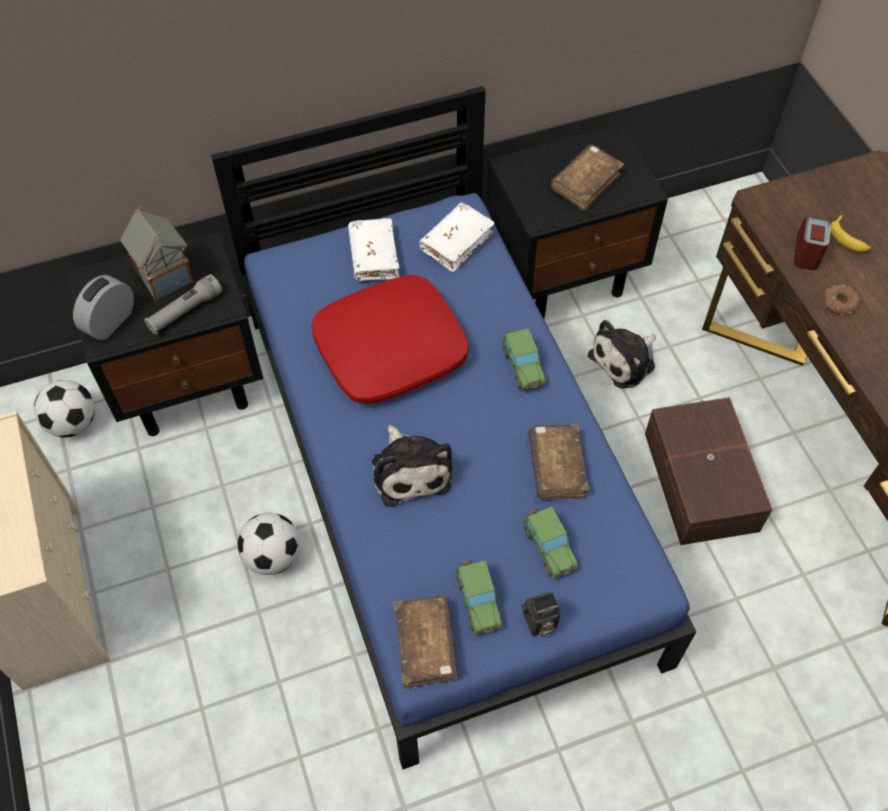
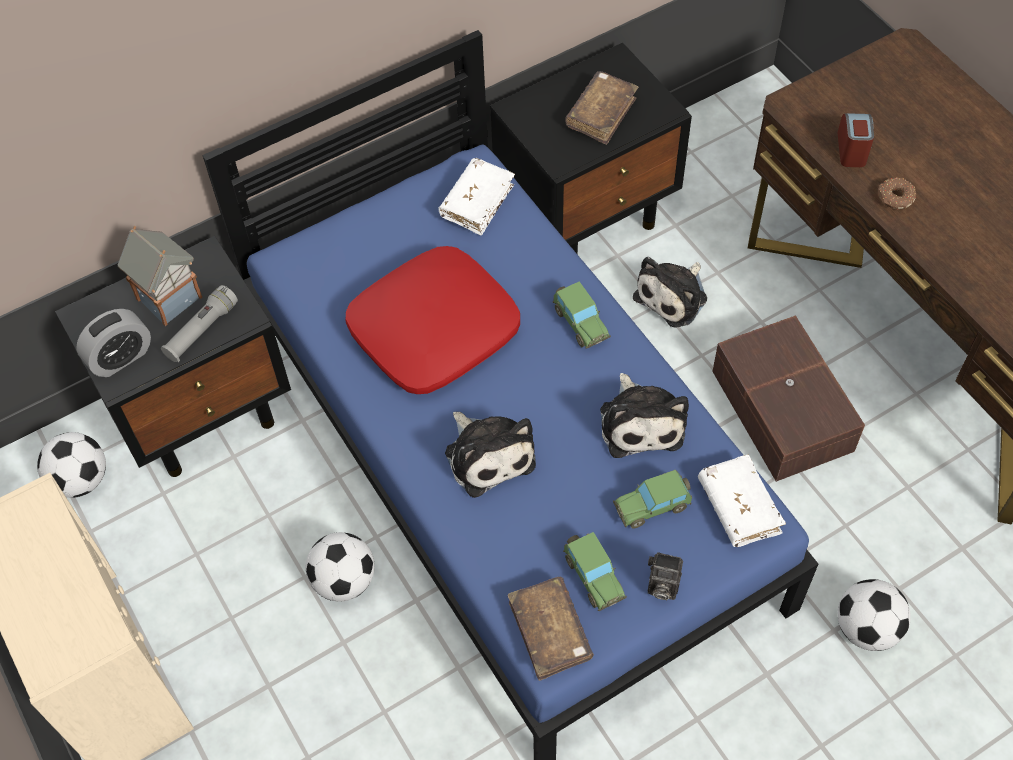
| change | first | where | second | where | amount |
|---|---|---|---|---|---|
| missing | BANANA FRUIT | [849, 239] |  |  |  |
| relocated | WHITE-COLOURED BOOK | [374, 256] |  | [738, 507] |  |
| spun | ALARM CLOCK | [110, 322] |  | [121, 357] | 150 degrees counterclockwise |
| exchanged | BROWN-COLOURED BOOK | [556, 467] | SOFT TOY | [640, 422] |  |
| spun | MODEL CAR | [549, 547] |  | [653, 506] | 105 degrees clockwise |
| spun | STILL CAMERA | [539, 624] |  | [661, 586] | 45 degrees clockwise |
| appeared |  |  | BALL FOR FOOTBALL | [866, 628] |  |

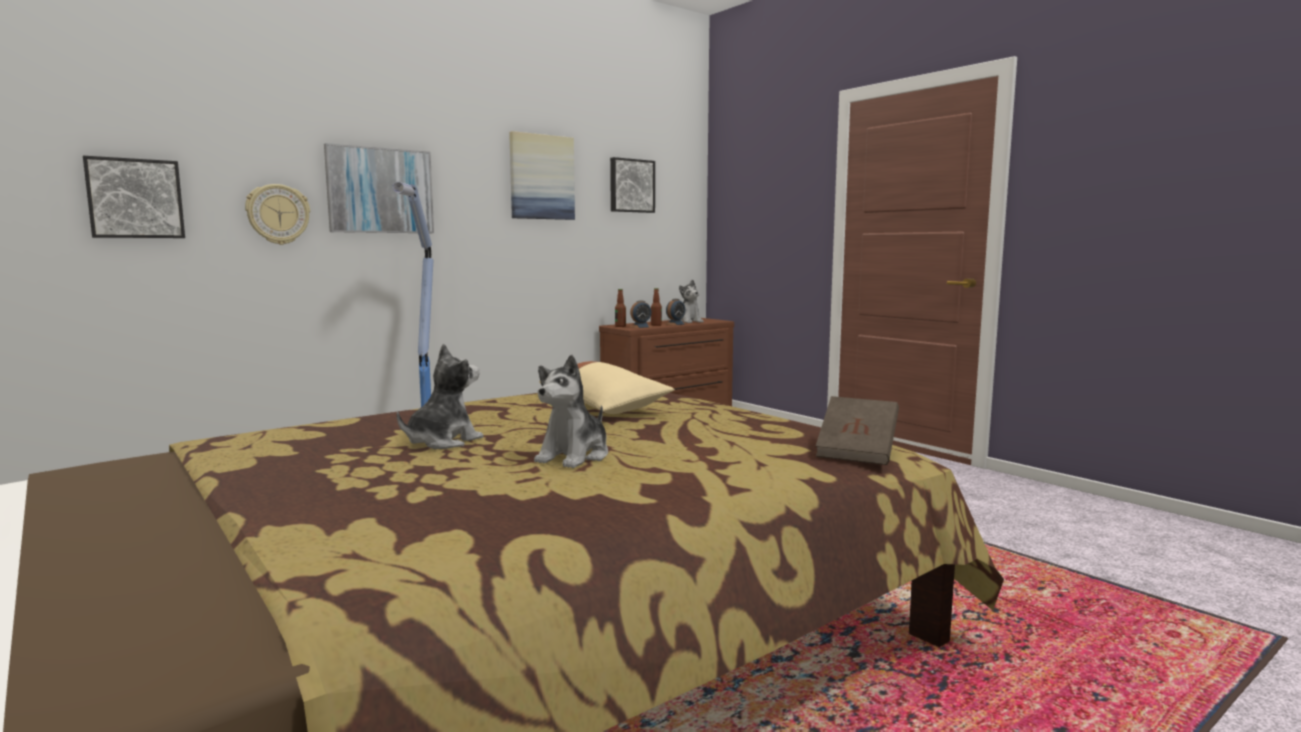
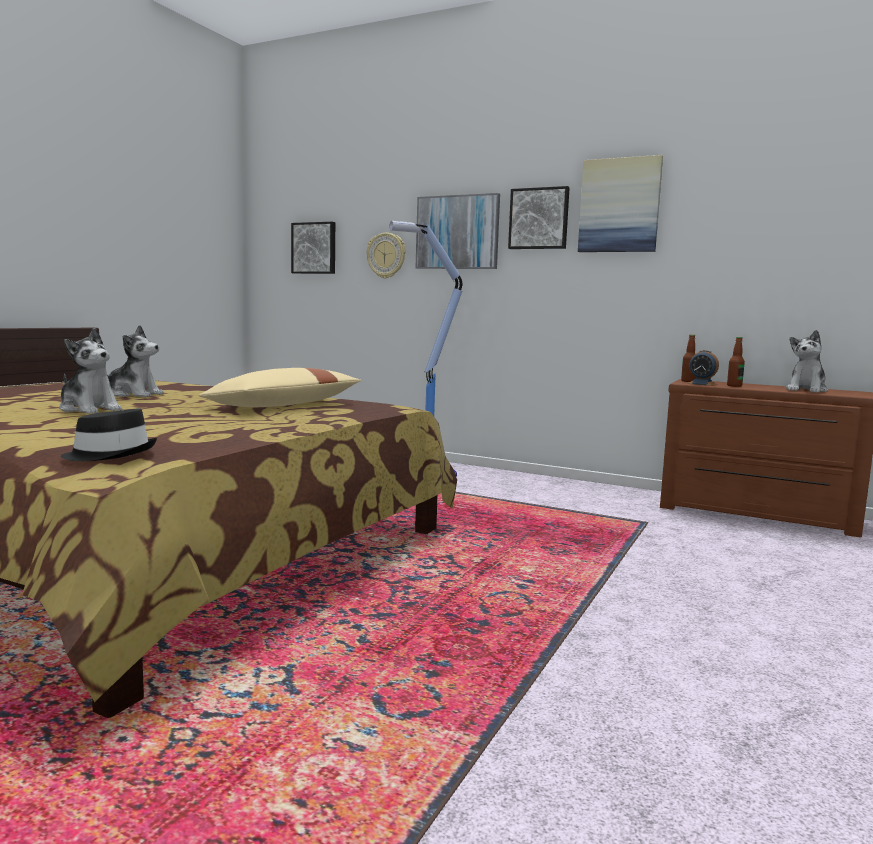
| change | first | where | second | where | amount |
|---|---|---|---|---|---|
| relocated | WALL ART | [631, 186] |  | [539, 219] |  |
| missing | ALARM CLOCK | [675, 324] |  |  |  |
| spun | SOFT TOY | [574, 456] |  | [89, 409] | 150 degrees counterclockwise |
| exchanged | BROWN-COLOURED BOOK | [857, 451] | BLACKISH HAT | [111, 454] |  |

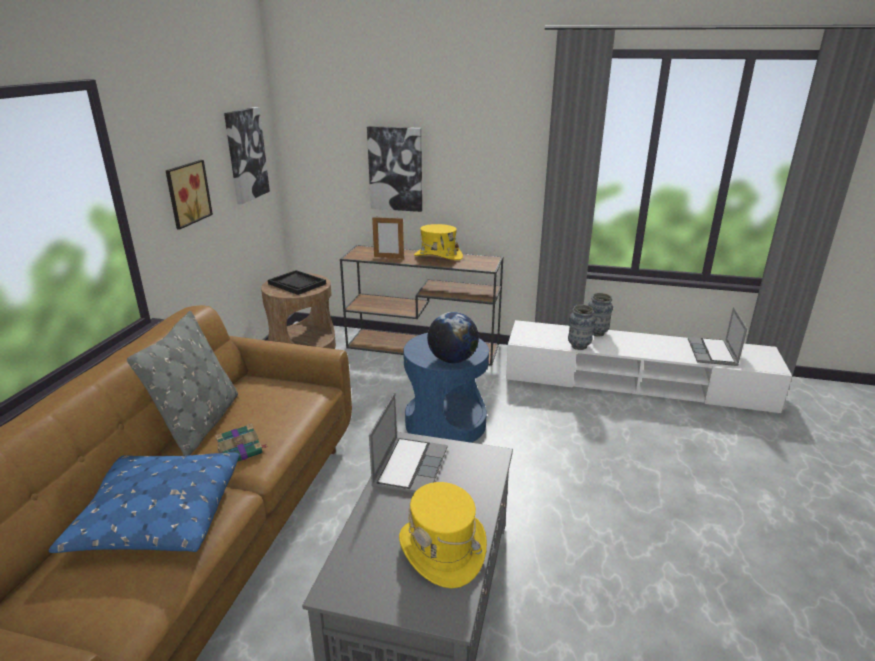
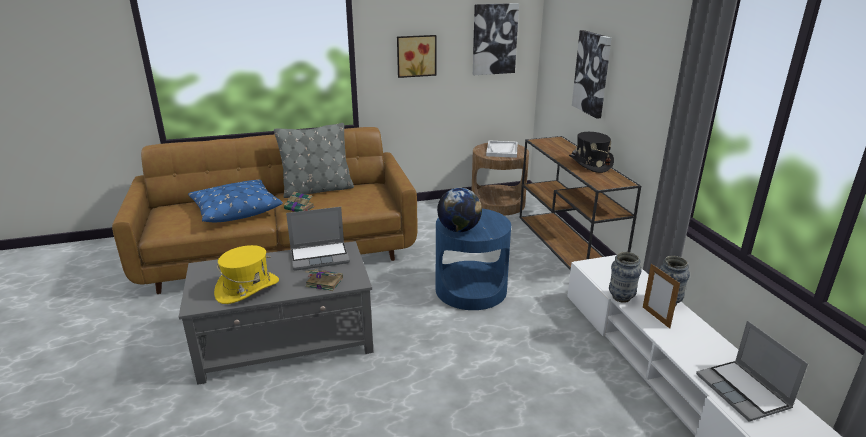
| change | first | where | second | where | amount |
|---|---|---|---|---|---|
| relocated | STANDING FRAME | [389, 257] |  | [656, 317] |  |
| colour | YELLOW-COLOURED HAT | [438, 256] | BLACKISH HAT | [590, 164] |  |
| colour | BLACKISH CARRYING TRAY | [297, 284] | WHITE-COLOURED CARRYING TRAY | [502, 150] |  |
| spun | LAPTOP | [713, 353] |  | [744, 392] | 90 degrees counterclockwise |
| appeared |  |  | BOOK | [323, 282] |  |

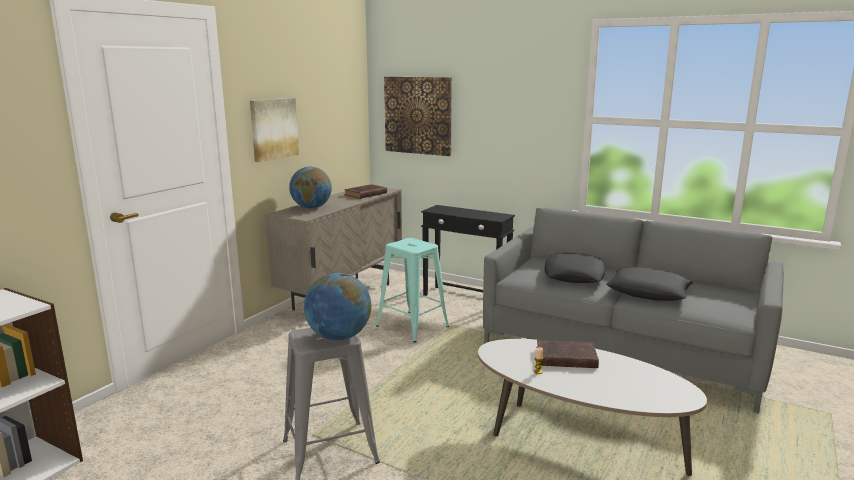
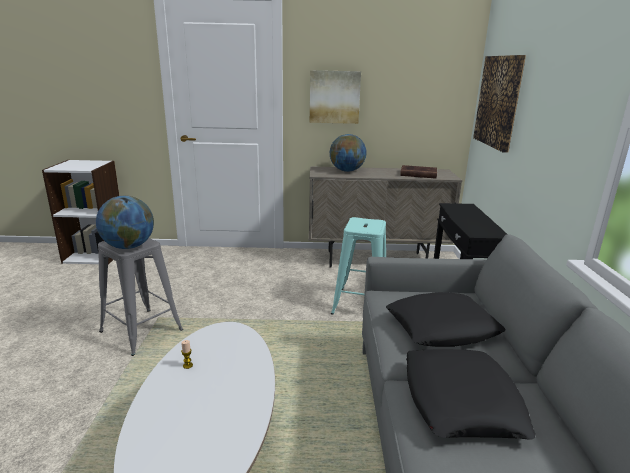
| change | first | where | second | where | amount |
|---|---|---|---|---|---|
| missing | BROWN-COLOURED BOOK | [564, 358] |  |  |  |

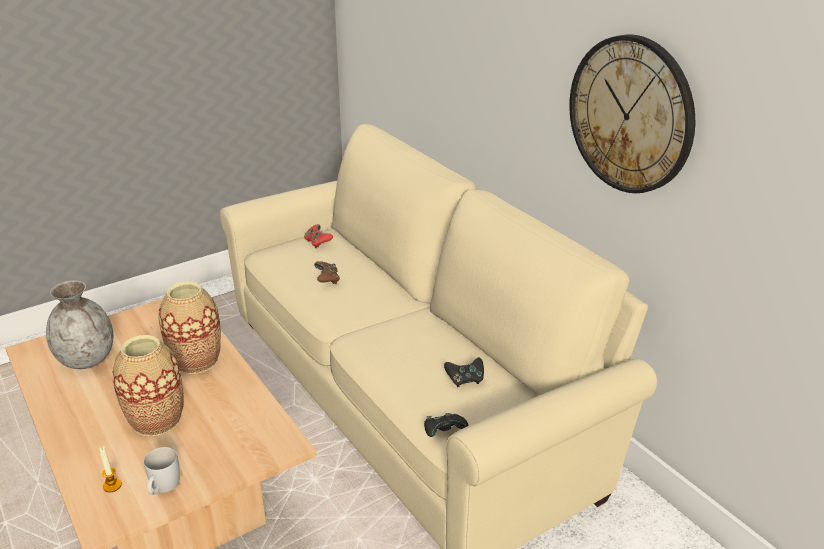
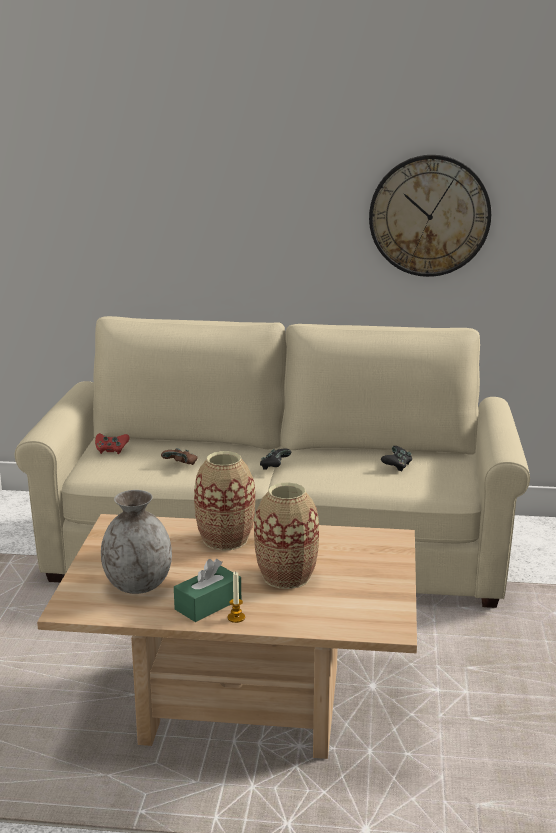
| change | first | where | second | where | amount |
|---|---|---|---|---|---|
| relocated | BLACKISH JOYPAD | [443, 432] |  | [274, 467] |  |
| relocated | WAX LIGHT | [112, 485] |  | [236, 617] |  |
| missing | WHITE-COLOURED COFFEE MUG | [163, 487] |  |  |  |
| appeared |  |  | GREEN TISSUE HOLDER | [208, 604] |  |

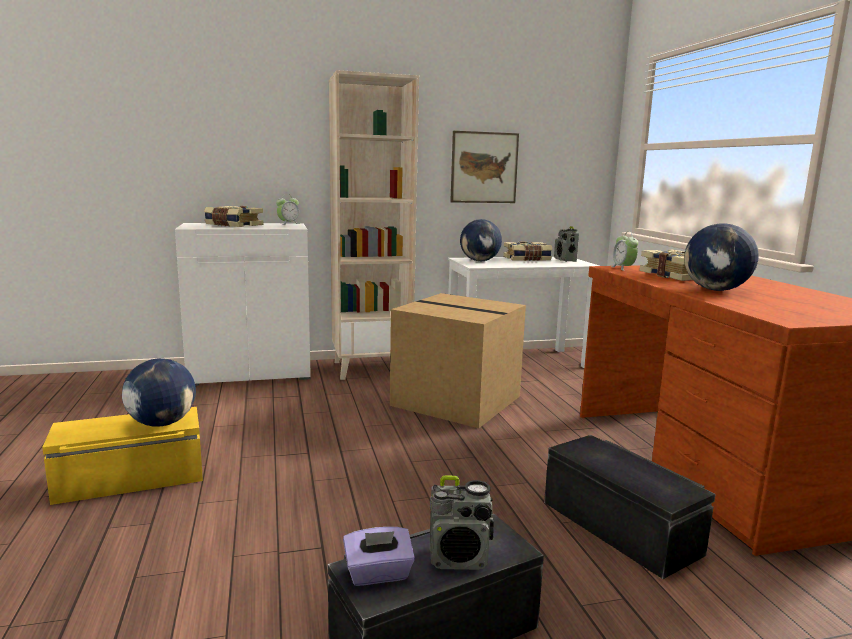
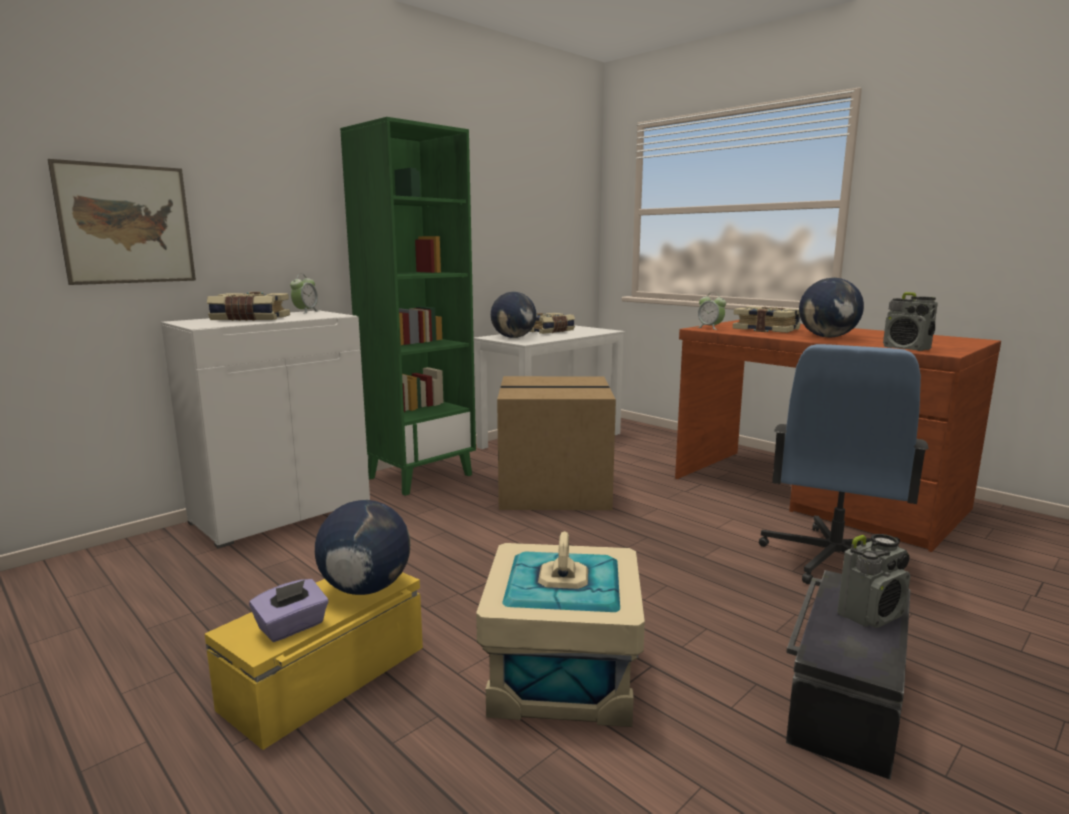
| change | first | where | second | where | amount |
|---|---|---|---|---|---|
| colour | SAND-COLOURED BOOKCASE | [371, 368] | GREEN BOOKCASE | [420, 476] |  |
| relocated | WALL ART | [484, 167] |  | [126, 224] |  |
| relocated | RADIO RECEIVER | [565, 260] |  | [906, 348] |  |
| exchanged | BLACKISH STORAGE BIN | [620, 526] | BLUISH COMPUTER CHAIR | [832, 559] |  |
| relocated | PURPLE-COLOURED TISSUE HOLDER | [378, 574] |  | [292, 627] |  |
| appeared |  |  | SAND-COLOURED STORAGE BIN | [561, 676] |  |

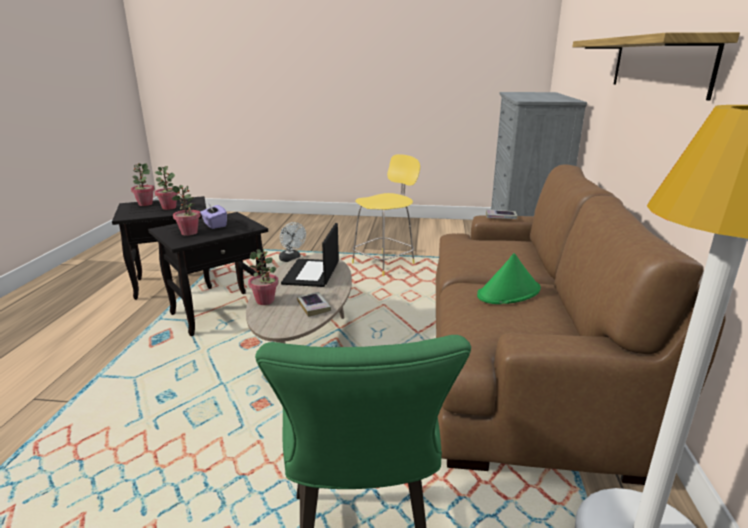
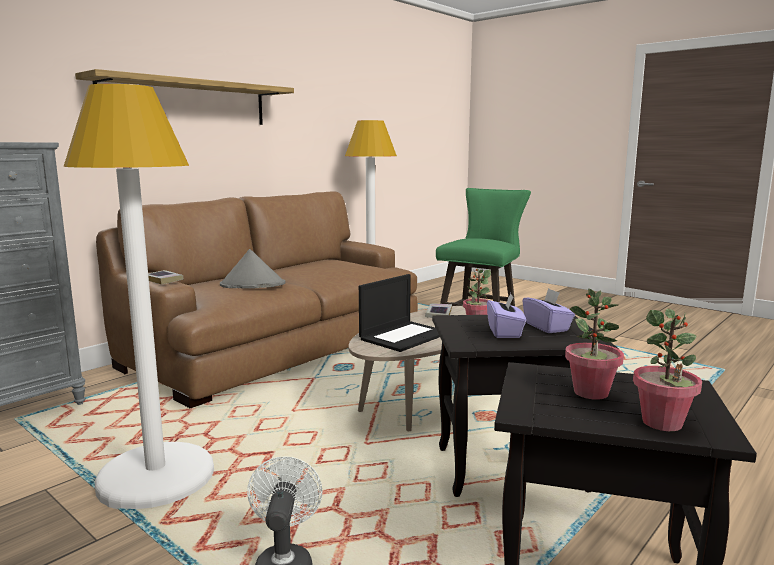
| change | first | where | second | where | amount |
|---|---|---|---|---|---|
| exchanged | YELLOW-COLOURED SITTING STOOL | [385, 263] | WHITE-COLOURED FLOOR LAMP | [156, 477] |  |
| exchanged | POTTED PLANT | [189, 233] | PURPLE-COLOURED TISSUE HOLDER | [547, 327] |  |
| missing | GREEN HAT | [509, 293] |  |  |  |
| appeared |  |  | GREYISH HAT | [252, 284] |  |

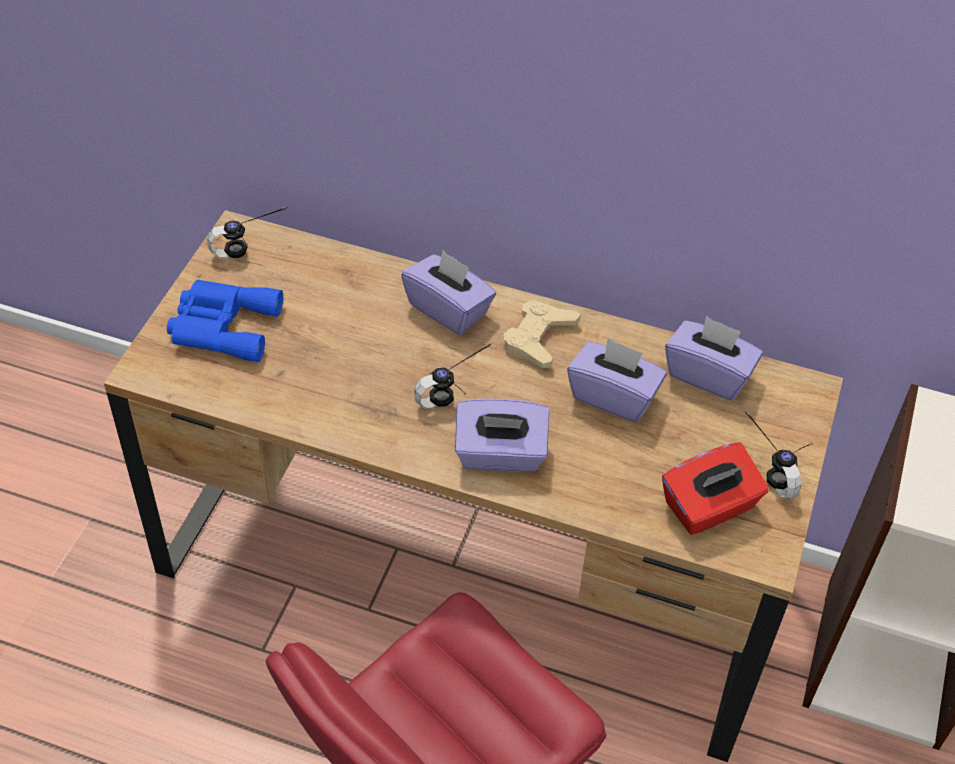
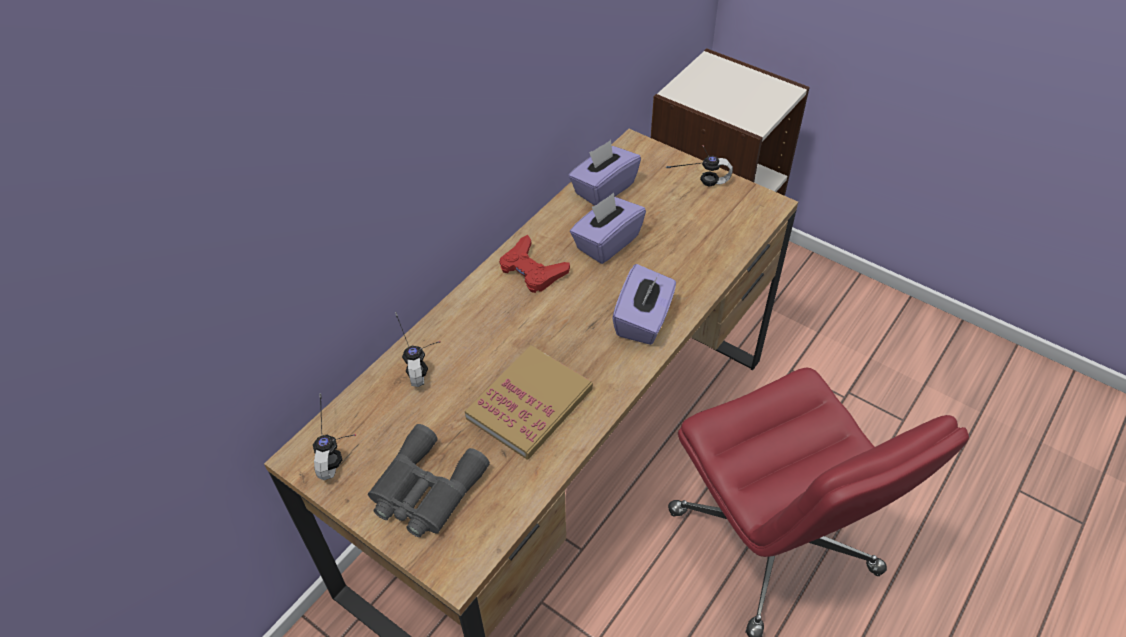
| change | first | where | second | where | amount |
|---|---|---|---|---|---|
| missing | PURPLE-COLOURED TISSUE HOLDER | [448, 309] |  |  |  |
| colour | BLUISH FIELD GLASSES | [222, 326] | GREYISH FIELD GLASSES | [425, 490] |  |
| colour | SAND-COLOURED JOYPAD | [538, 338] | RED JOYPAD | [532, 270] |  |
| relocated | HEADSET | [459, 400] |  | [423, 361] |  |
| missing | RED TISSUE HOLDER | [709, 507] |  |  |  |
| appeared |  |  | BOOK | [530, 404] |  |

